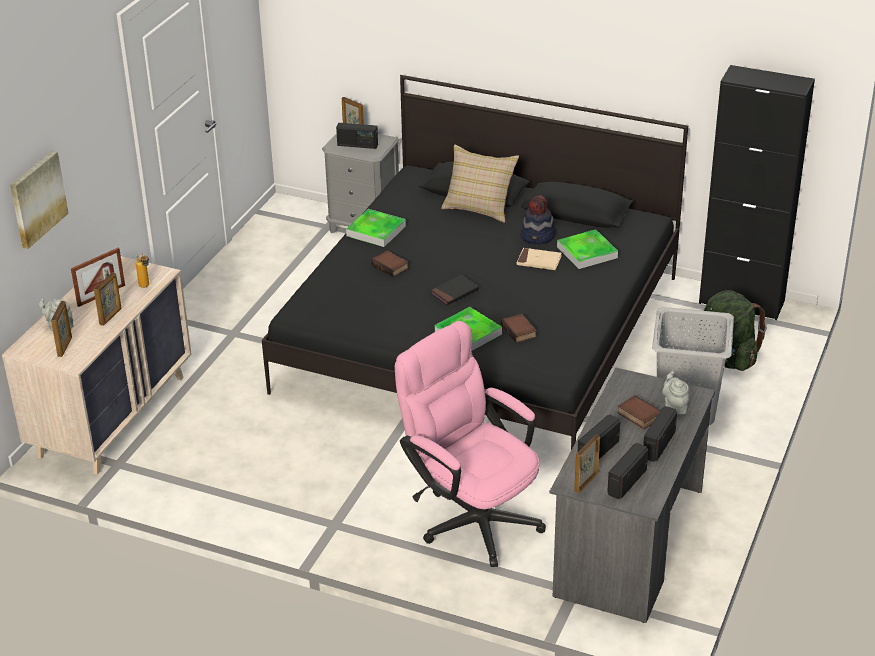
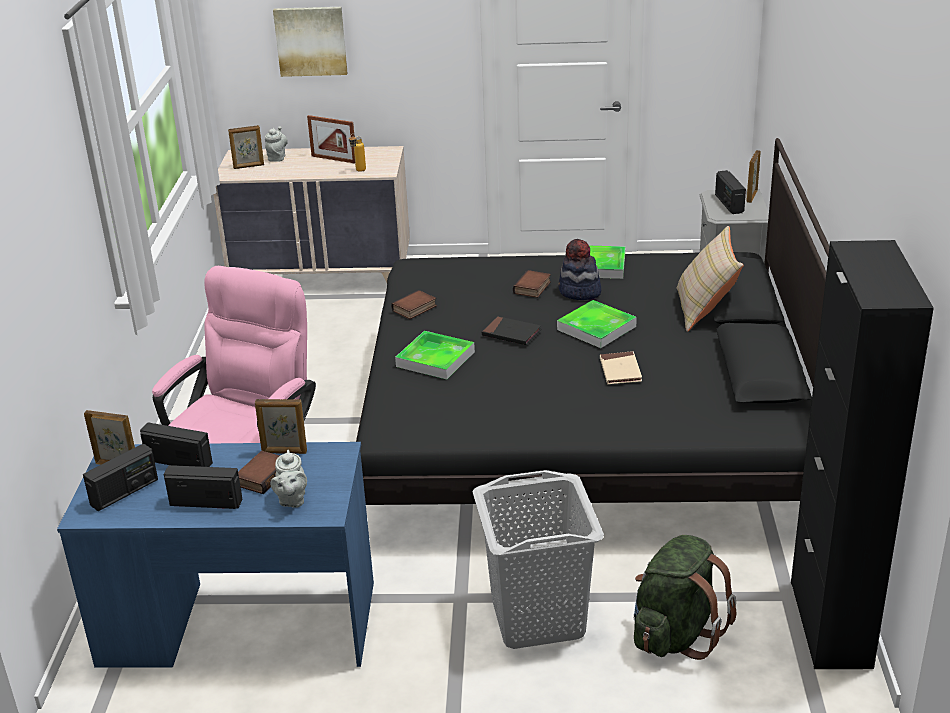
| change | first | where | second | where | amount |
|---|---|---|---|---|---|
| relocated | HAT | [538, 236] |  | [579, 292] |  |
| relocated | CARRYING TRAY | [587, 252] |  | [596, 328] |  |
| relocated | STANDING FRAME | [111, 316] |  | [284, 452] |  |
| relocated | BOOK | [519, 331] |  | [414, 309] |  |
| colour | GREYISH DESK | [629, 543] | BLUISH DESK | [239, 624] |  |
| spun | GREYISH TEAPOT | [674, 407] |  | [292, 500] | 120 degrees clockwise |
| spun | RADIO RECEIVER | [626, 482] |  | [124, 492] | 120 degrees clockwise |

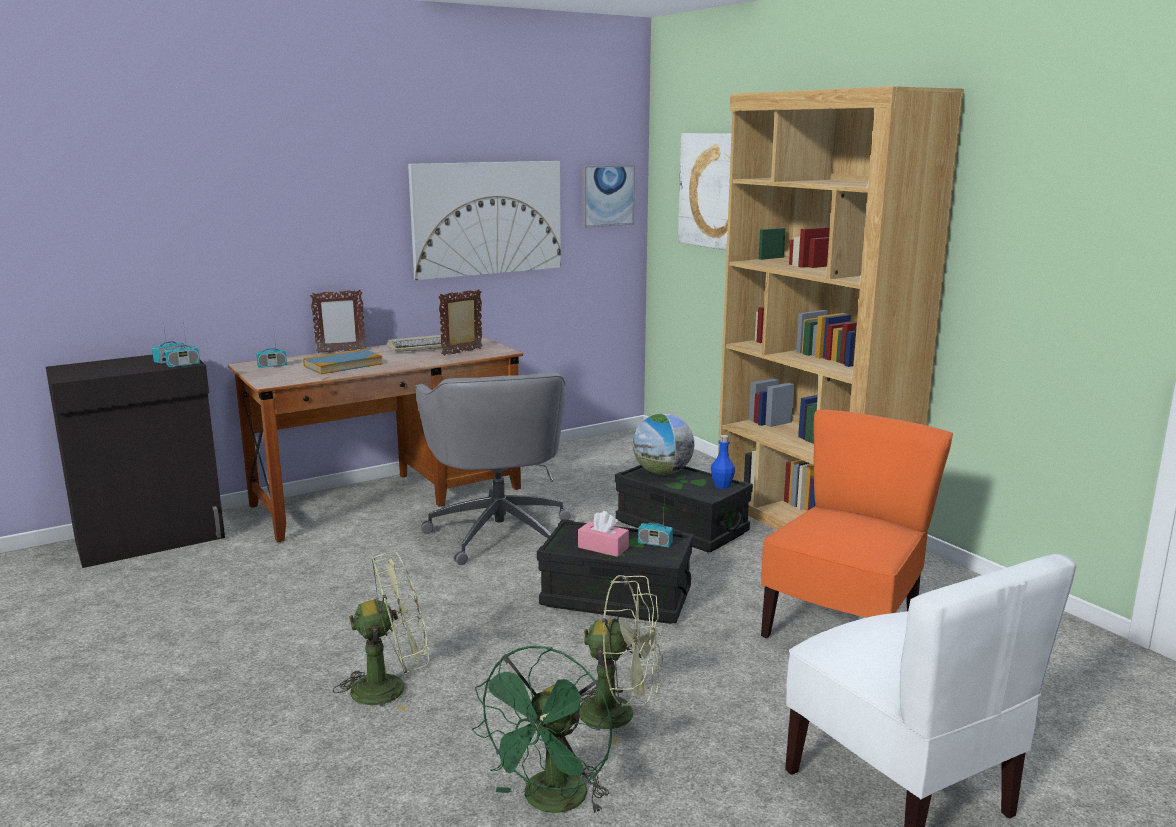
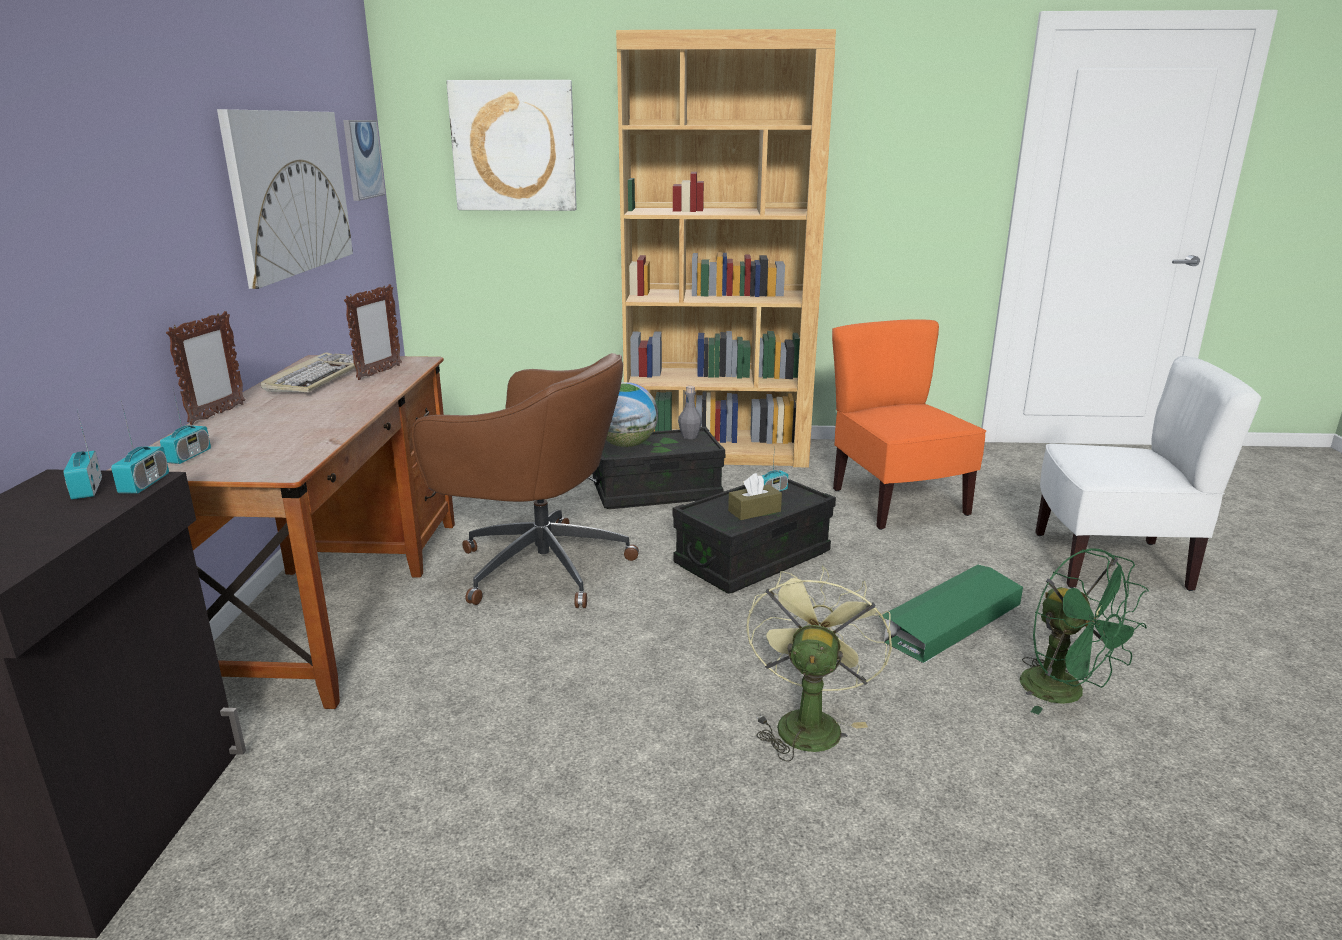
| change | first | where | second | where | amount |
|---|---|---|---|---|---|
| spun | STANDING FRAME | [462, 352] |  | [379, 372] | 150 degrees counterclockwise |
| missing | BOOK | [343, 365] |  |  |  |
| colour | GREYISH COMPUTER CHAIR | [499, 532] | BROWN-COLOURED COMPUTER CHAIR | [538, 566] |  |
| colour | BLUISH BEVERAGE BOTTLE | [722, 486] | GREYISH BEVERAGE BOTTLE | [689, 436] |  |
| colour | PINK-COLOURED TISSUE HOLDER | [603, 547] | BROWN-COLOURED TISSUE HOLDER | [754, 511] |  |
| exchanged | GREEN COOLING FAN | [620, 714] | GREEN STORAGE BIN | [950, 621] |  |

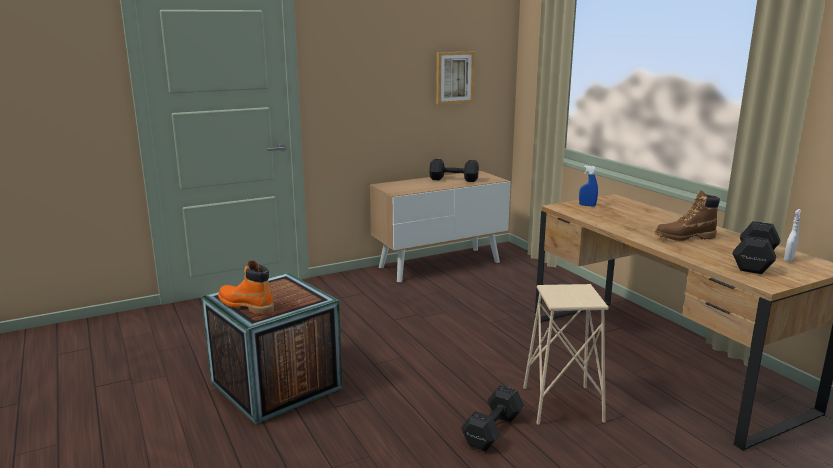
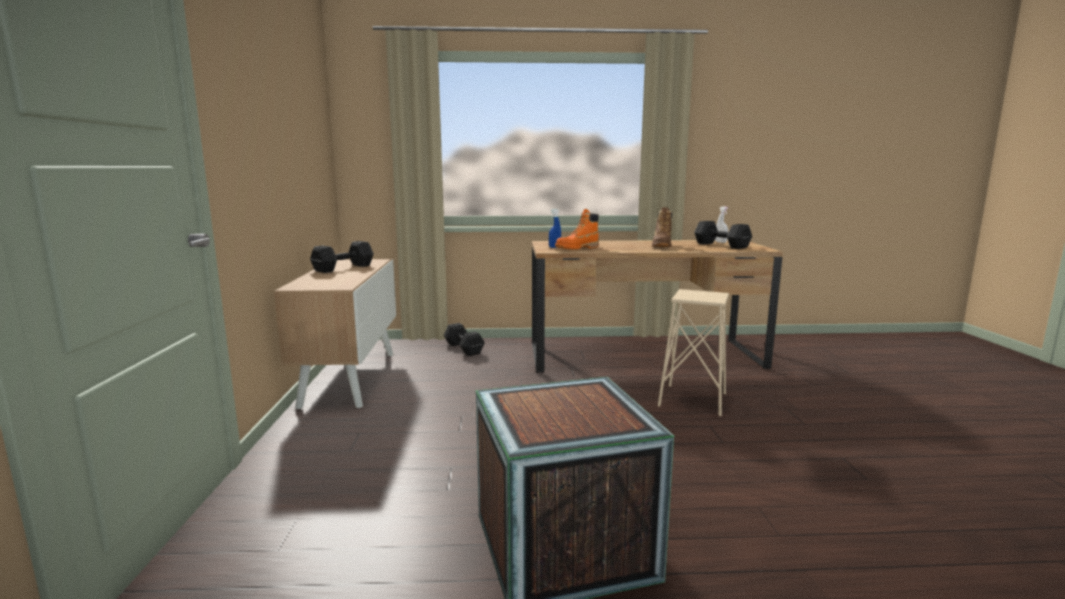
| change | first | where | second | where | amount |
|---|---|---|---|---|---|
| missing | WALL ART | [454, 77] |  |  |  |
| relocated | ORANGEY BOOT | [246, 306] |  | [577, 248] |  |
| relocated | BLACKISH HAND WEIGHT | [494, 429] |  | [463, 348] |  |

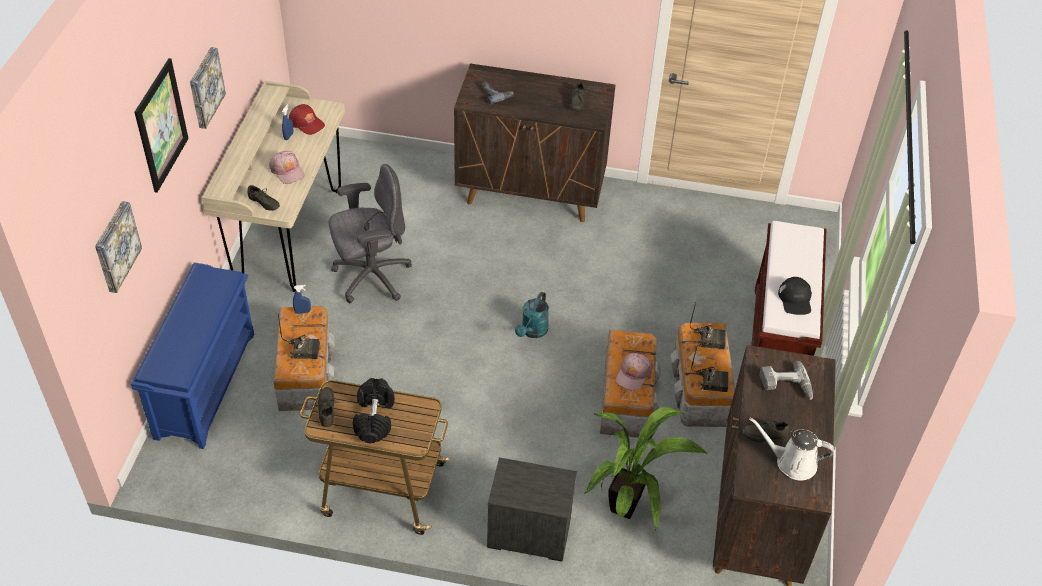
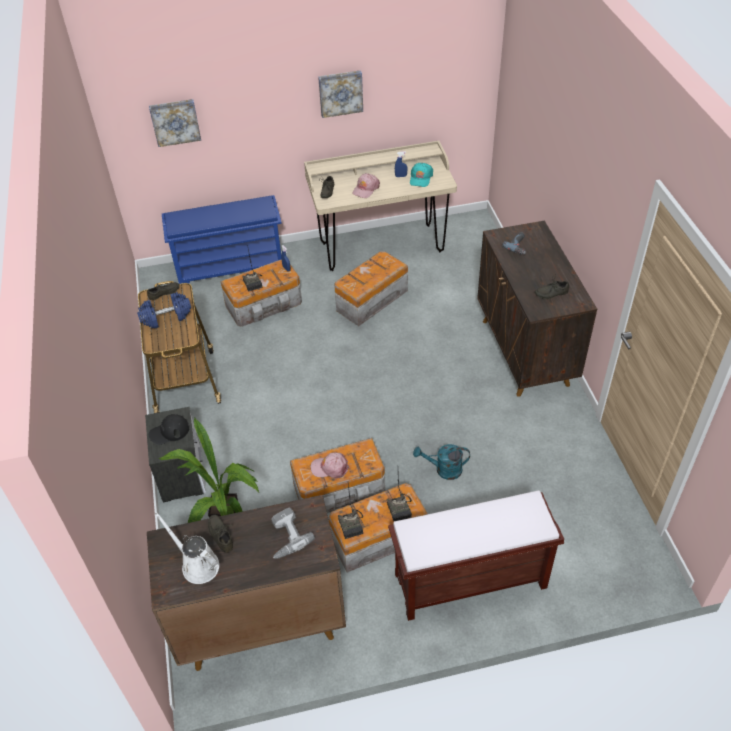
| change | first | where | second | where | amount |
|---|---|---|---|---|---|
| missing | WALL ART | [161, 125] |  |  |  |
| colour | RED BASEBALL CAP | [306, 123] | BLUE-GREEN BASEBALL CAP | [420, 178] |  |
| exchanged | GREYISH COMPUTER CHAIR | [371, 277] | STORAGE BIN | [370, 300] |  |
| relocated | BLACKISH BASEBALL CAP | [795, 299] |  | [169, 432] |  |
| relocated | BLUE-GREEN WATERING CAN | [532, 332] |  | [443, 470] |  |
| colour | BLACKISH HAND WEIGHT | [374, 419] | BLUISH HAND WEIGHT | [166, 317] |  |
| spun | WHITE-COLOURED WATERING CAN | [792, 462] |  | [197, 564] | 45 degrees counterclockwise |

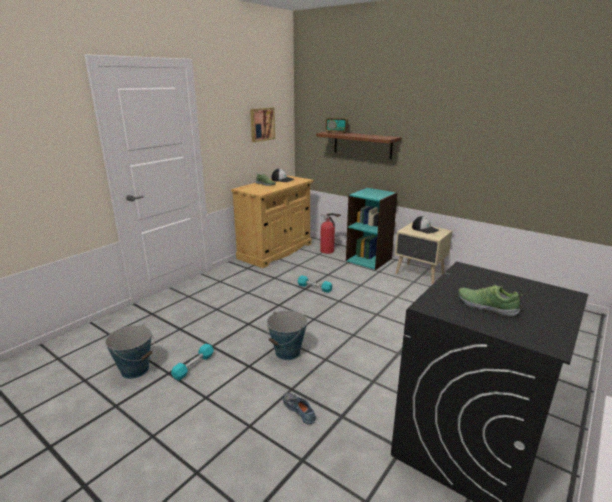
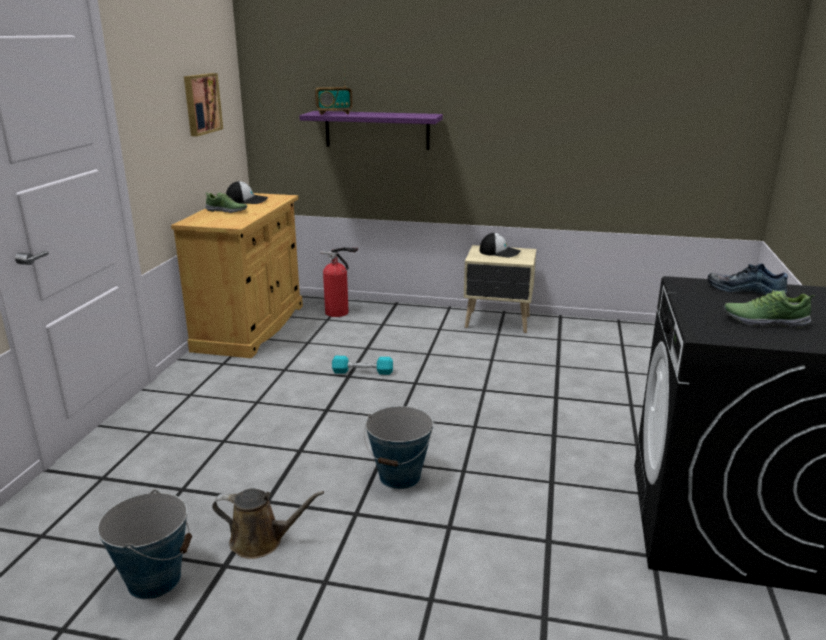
| change | first | where | second | where | amount |
|---|---|---|---|---|---|
| colour | BROWN-COLOURED SHELF | [362, 144] | PURPLE-COLOURED SHELF | [377, 130] |  |
| missing | BLUE-GREEN BOOKCASE | [369, 259] |  |  |  |
| exchanged | BLUE-GREEN HAND WEIGHT | [193, 366] | BROWN-COLOURED WATERING CAN | [261, 541] |  |
| relocated | SHOE | [300, 410] |  | [745, 289] |  |

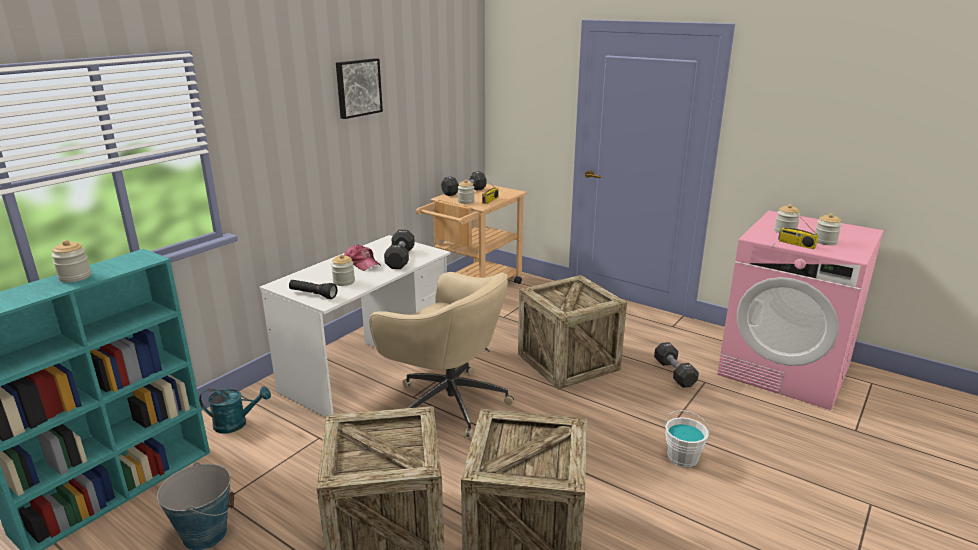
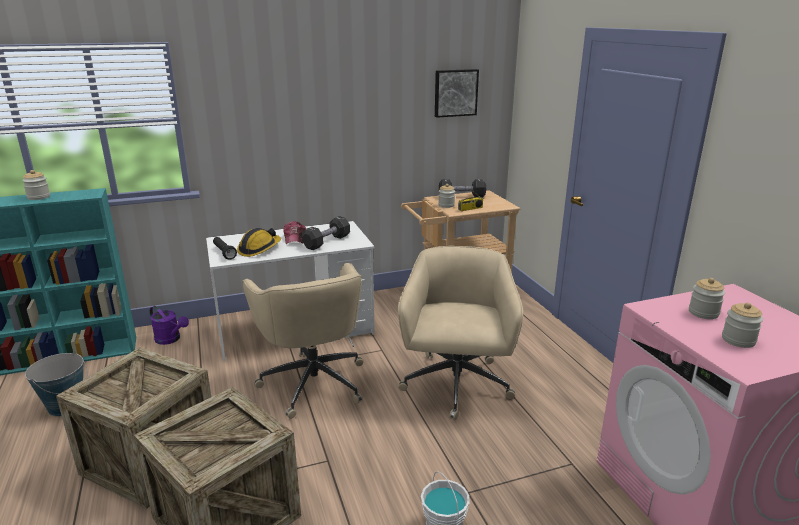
| change | first | where | second | where | amount |
|---|---|---|---|---|---|
| relocated | WALL ART | [357, 87] |  | [455, 93] |  |
| missing | RADIO RECEIVER | [796, 244] |  |  |  |
| exchanged | PRESERVE JAR | [344, 282] | HARD HAT | [259, 249] |  |
| exchanged | SHIPPING CRATE | [568, 362] | SAND-COLOURED COMPUTER CHAIR | [456, 386] |  |
| missing | BLACKISH HAND WEIGHT | [674, 373] |  |  |  |
| colour | BLUE-GREEN WATERING CAN | [236, 424] | PURPLE-COLOURED WATERING CAN | [171, 339] |  |

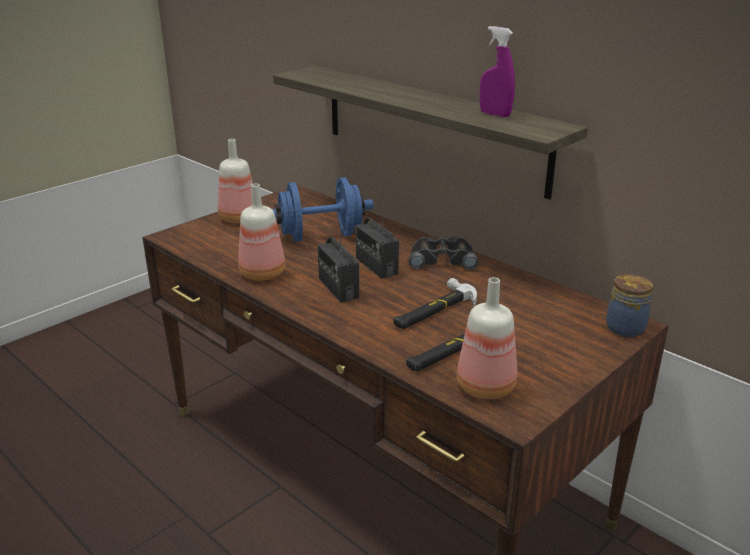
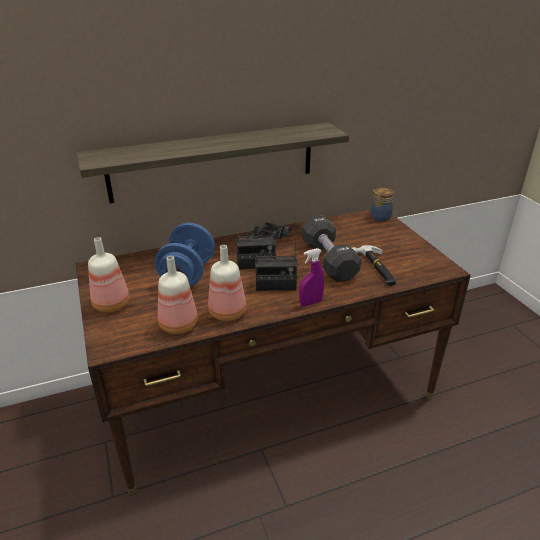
| change | first | where | second | where | amount |
|---|---|---|---|---|---|
| relocated | PURPLE-COLOURED SPRAY BOTTLE | [495, 114] |  | [310, 303] |  |
| relocated | BEVERAGE BOTTLE | [486, 386] |  | [177, 324] |  |
| exchanged | TOOL HAMMER | [434, 310] | BLACKISH HAND WEIGHT | [328, 261] |  |

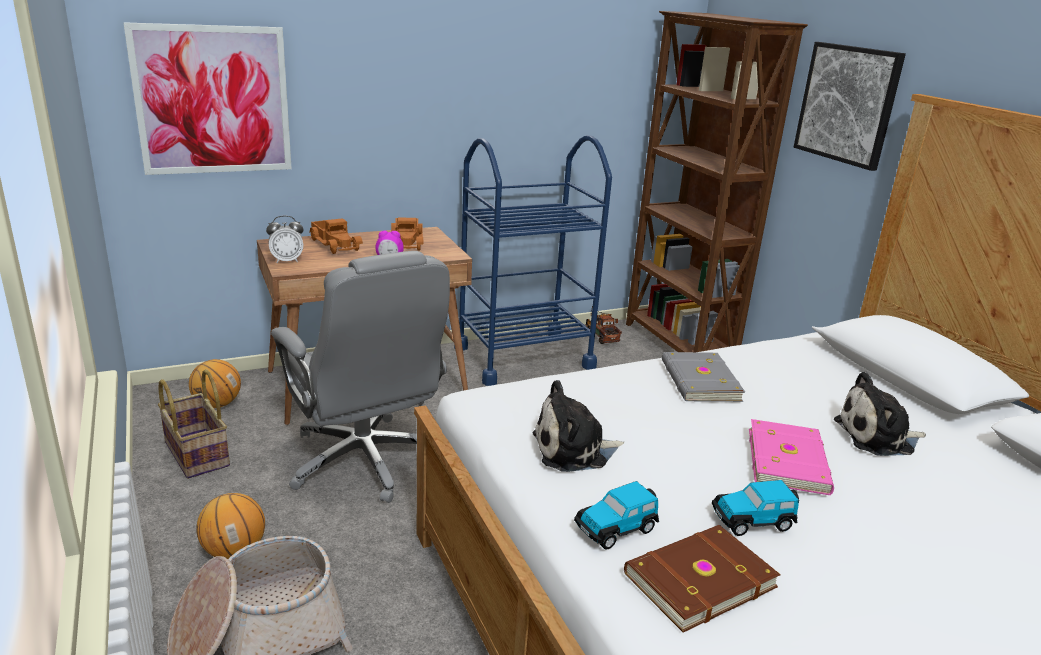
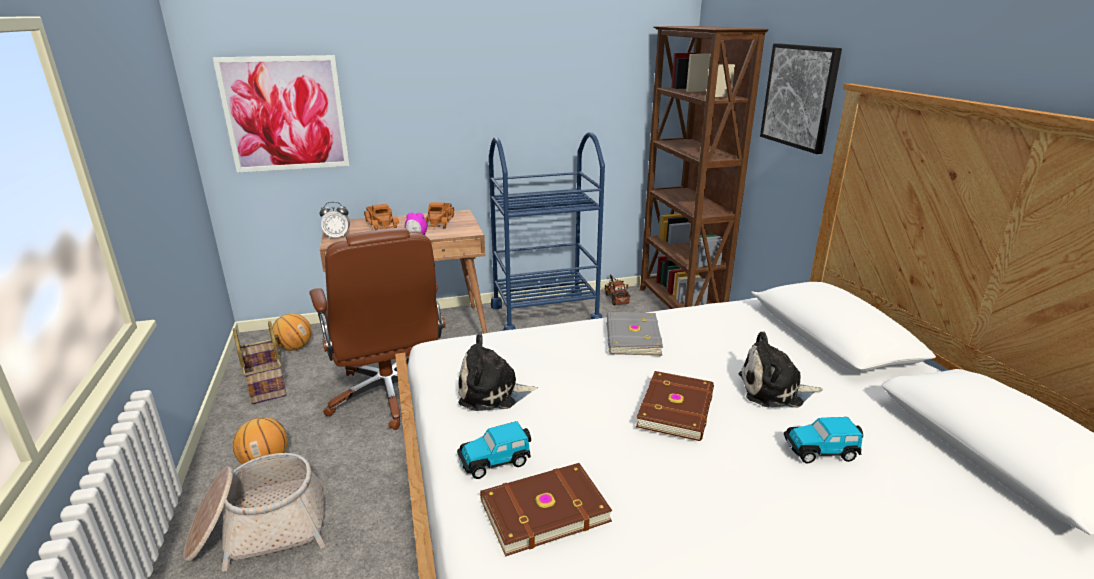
| change | first | where | second | where | amount |
|---|---|---|---|---|---|
| colour | GREYISH COMPUTER CHAIR | [365, 461] | BROWN-COLOURED COMPUTER CHAIR | [389, 396] |  |
| colour | PINK-COLOURED BOOK | [789, 460] | BROWN-COLOURED BOOK | [678, 408] |  |
| relocated | MODEL CAR | [754, 520] |  | [821, 450] |  |

